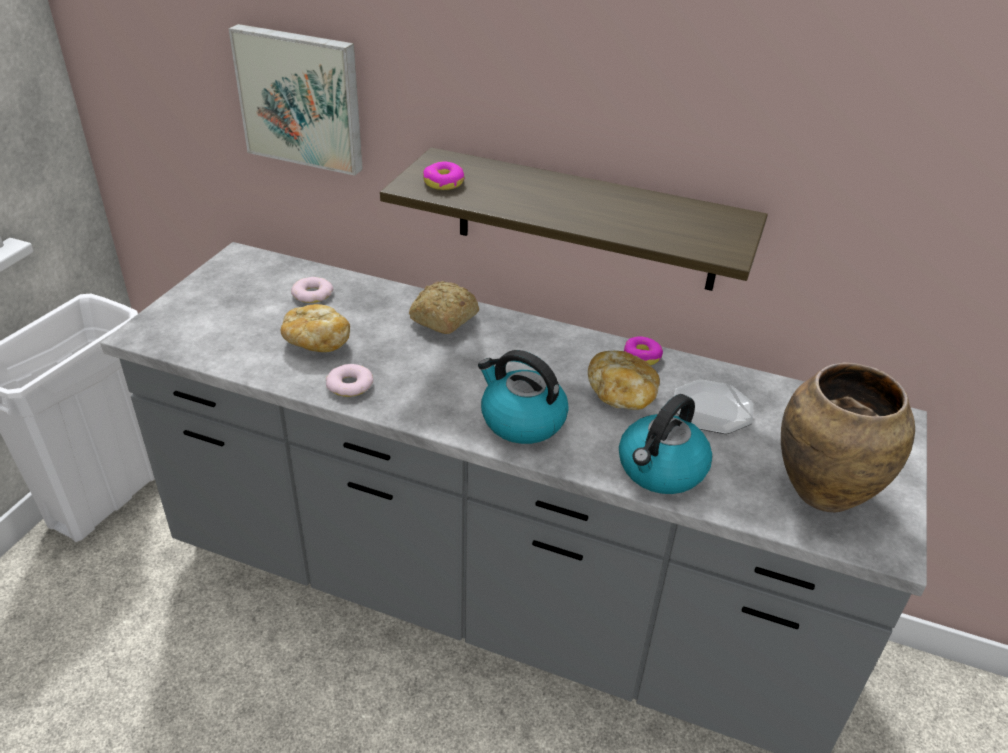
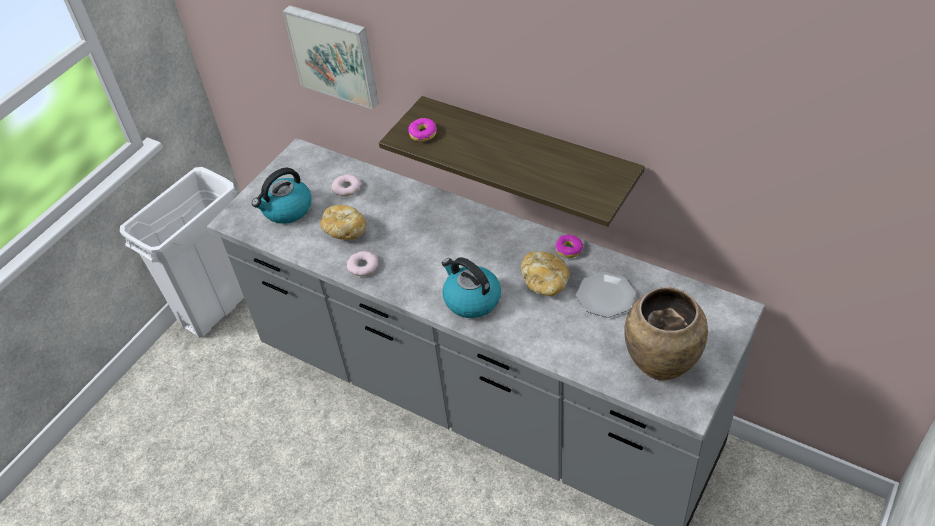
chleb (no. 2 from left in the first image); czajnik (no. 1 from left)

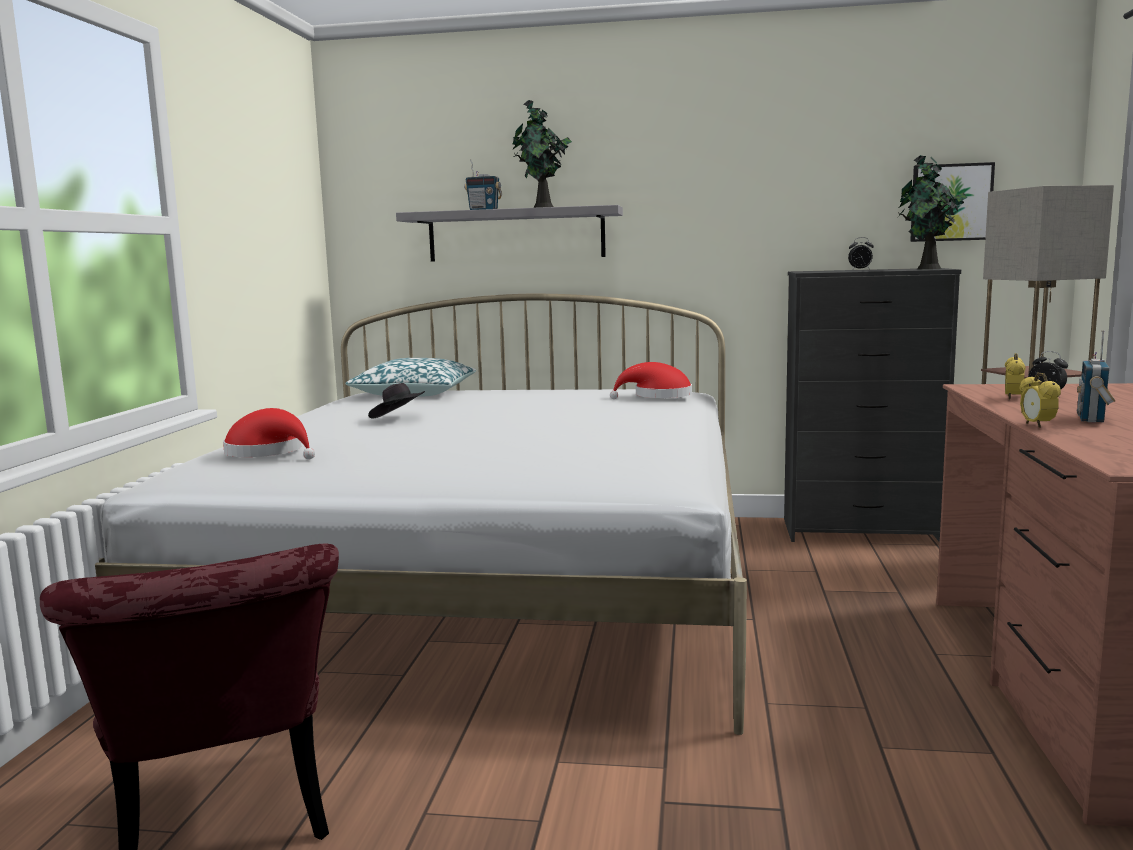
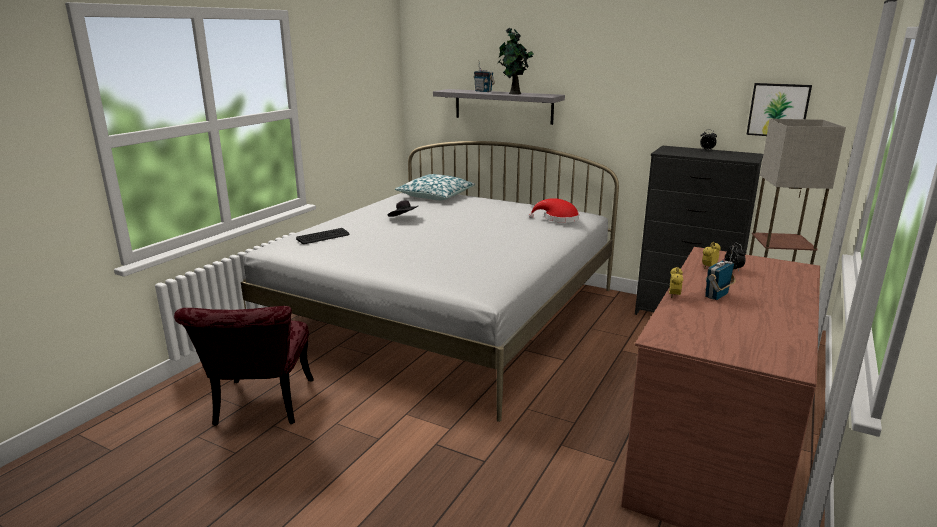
klawiatura; roślina doniczkowa (no. 2 from left in the first image)

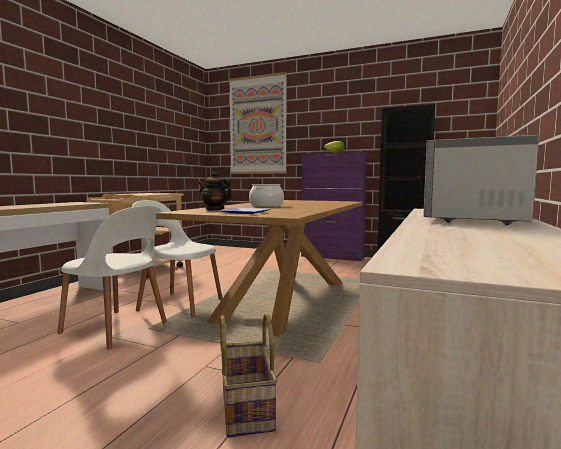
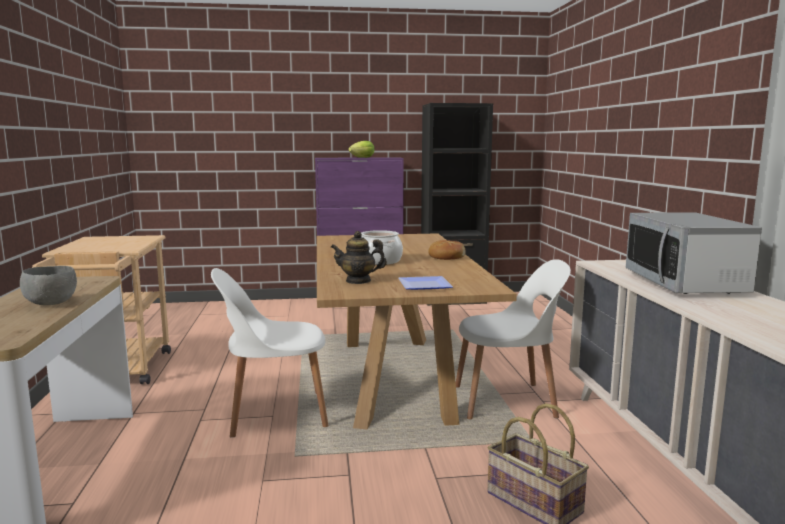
krzesło [biały] (no. 2 from left); obraz; miska [szary]; chleb

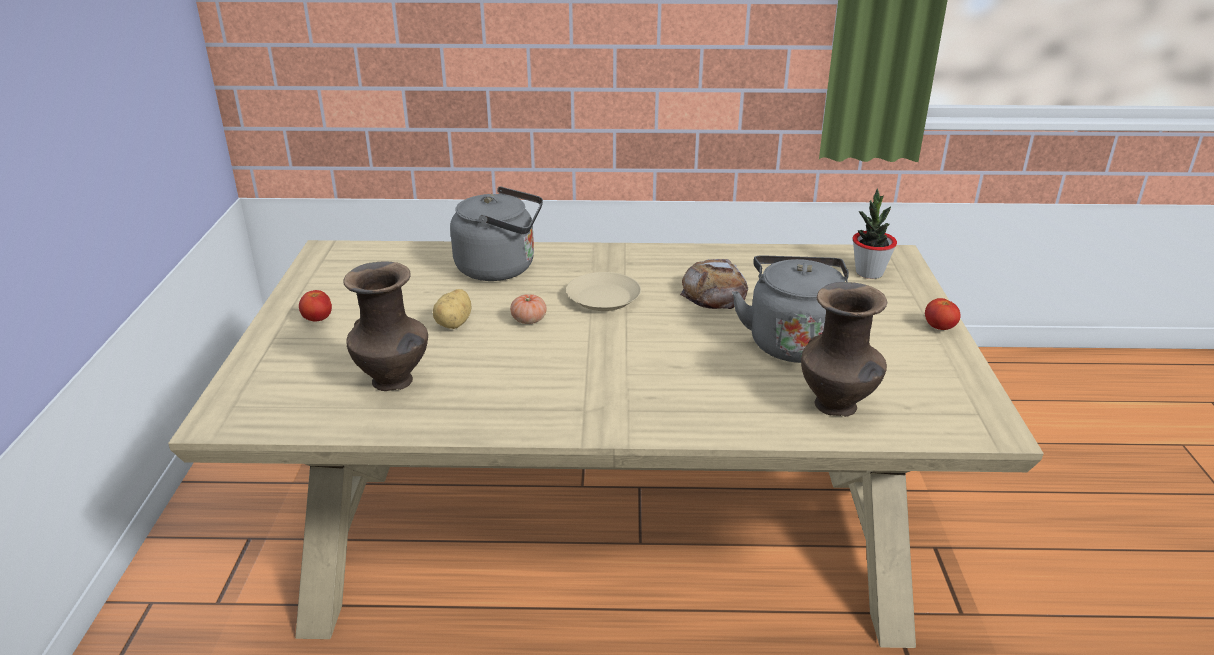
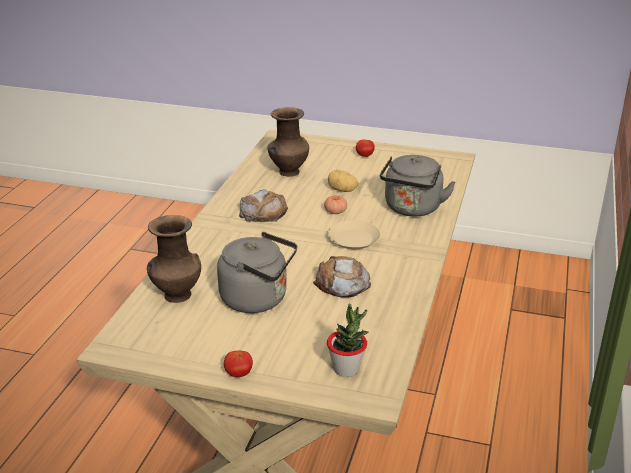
chleb (no. 1 from left)

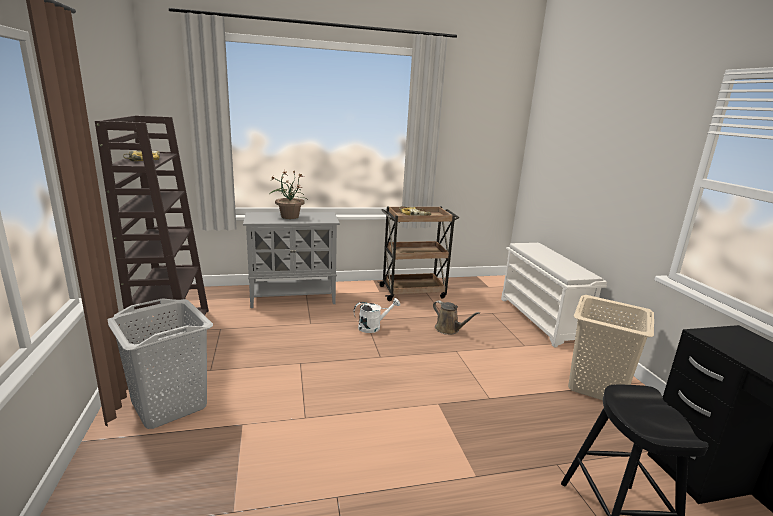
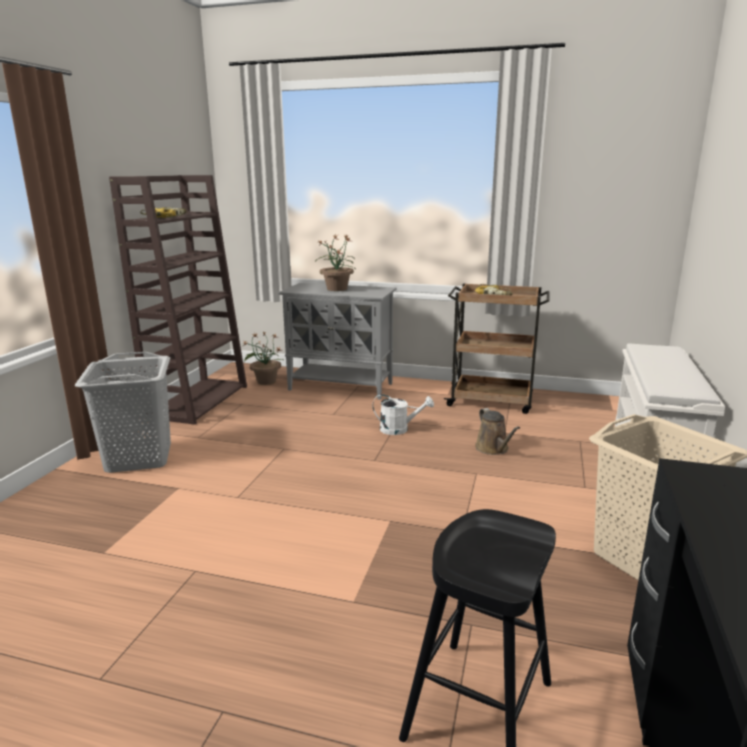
roślina doniczkowa (no. 1 from left)

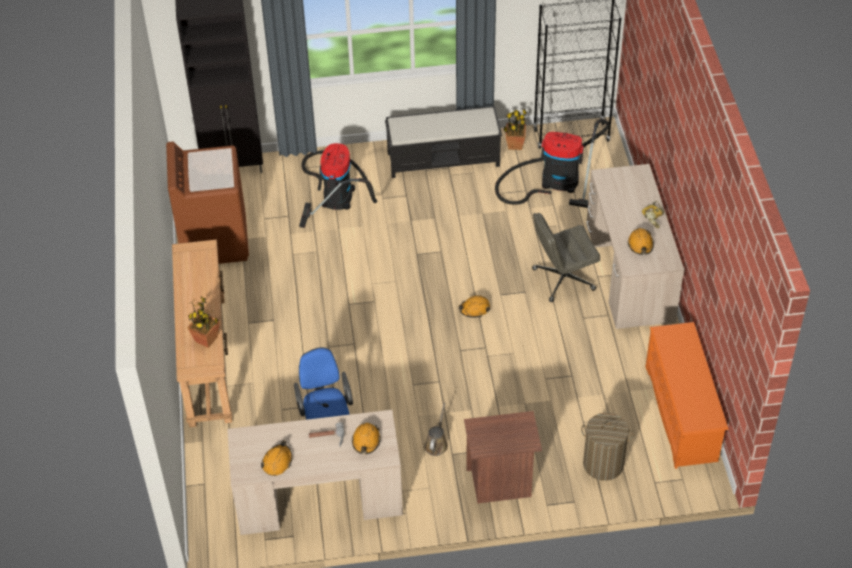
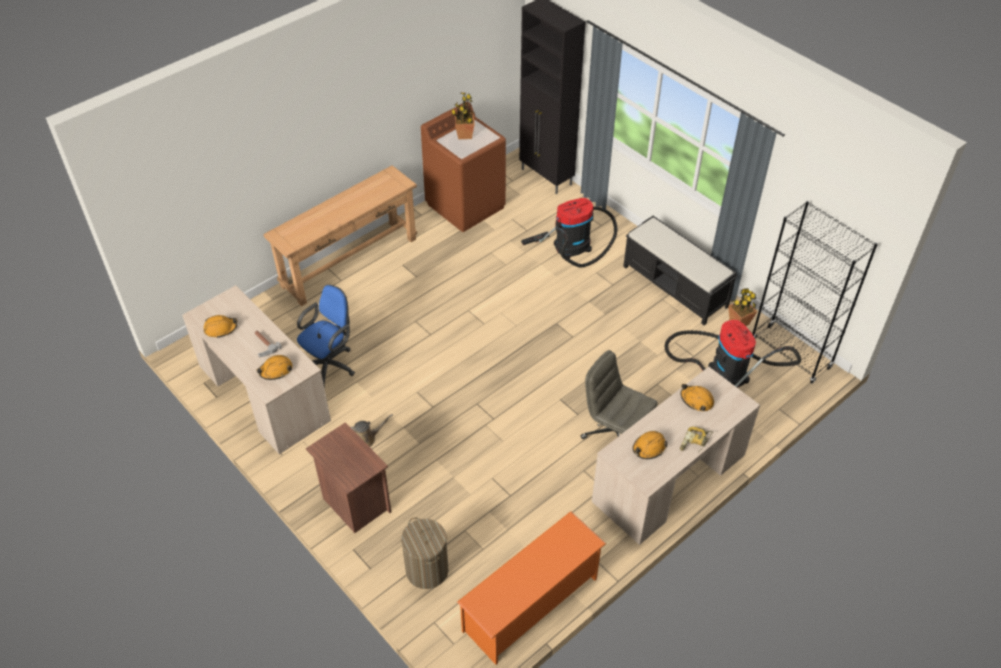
roślina doniczkowa (no. 1 from left); kask [pomarańczowy] (no. 4 from left)

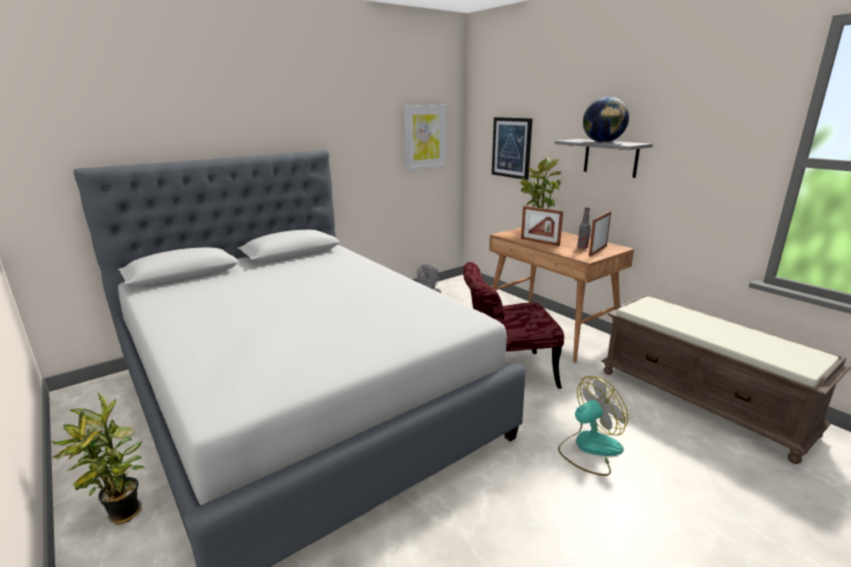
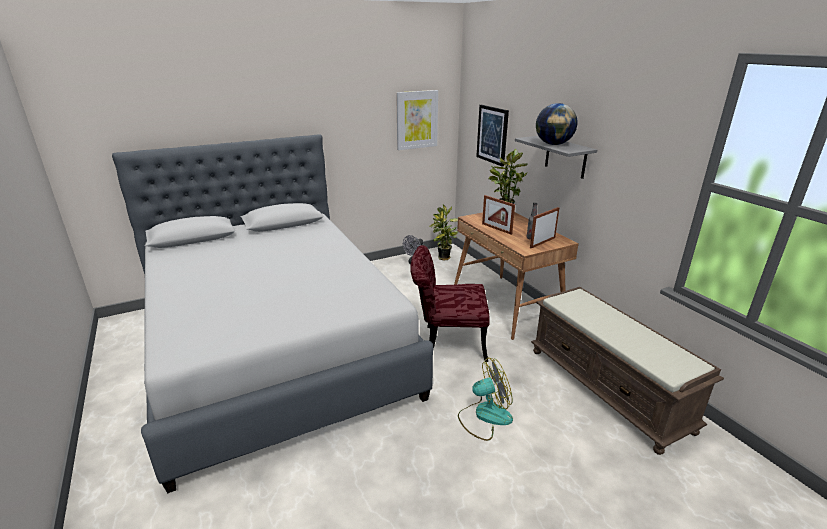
roślina doniczkowa (no. 1 from left)

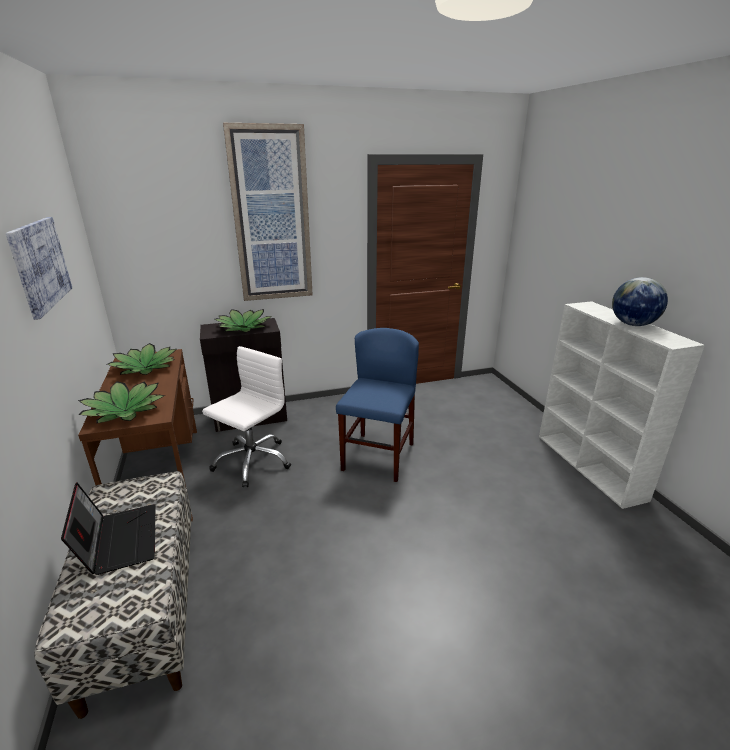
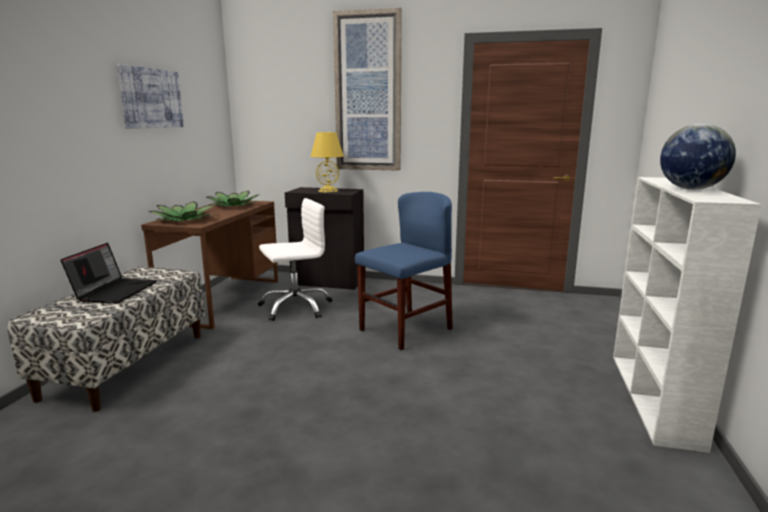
lampa stołowa [żółty]

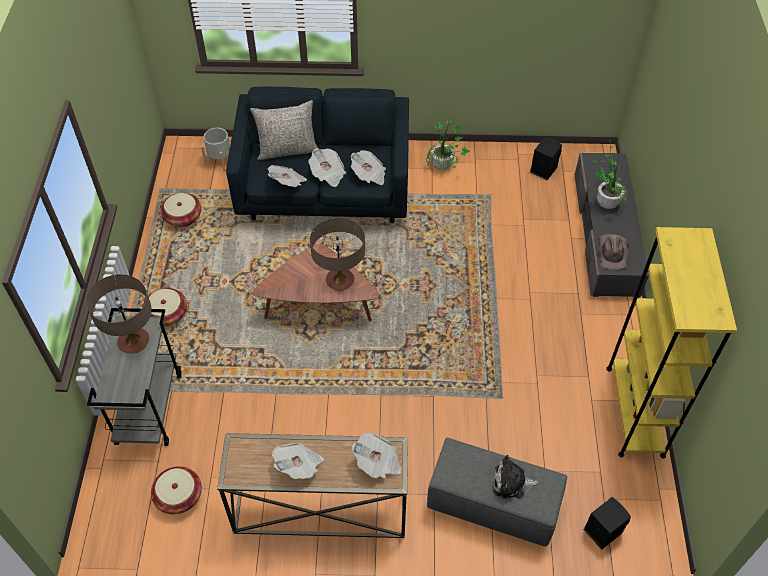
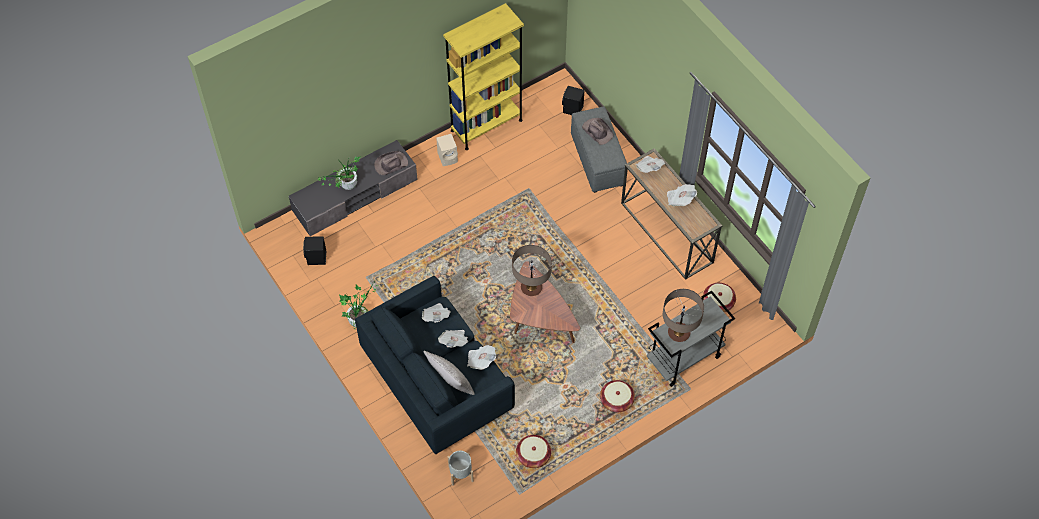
kapelusz [brązowy] (no. 2 from left); głośnik [beżowy]

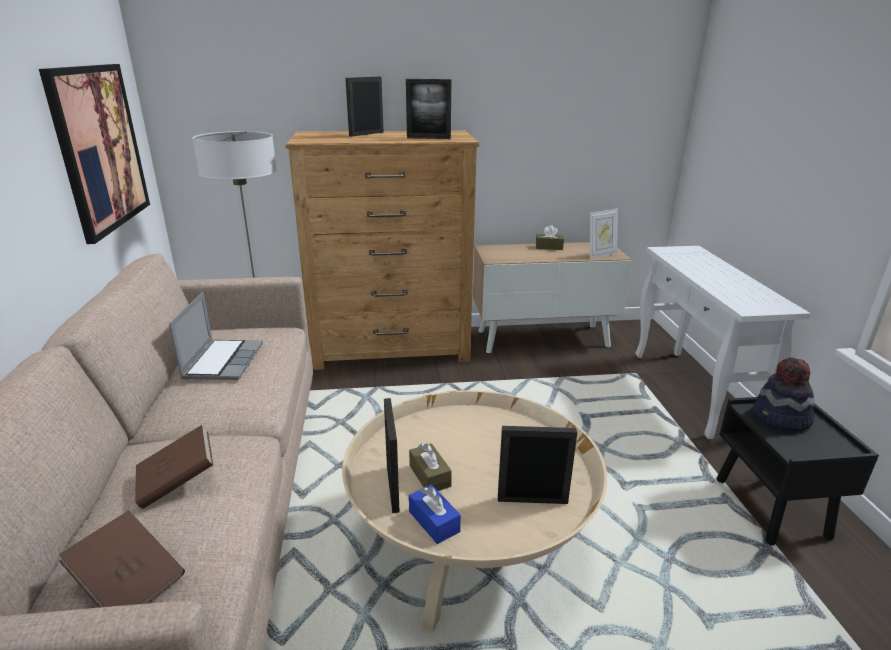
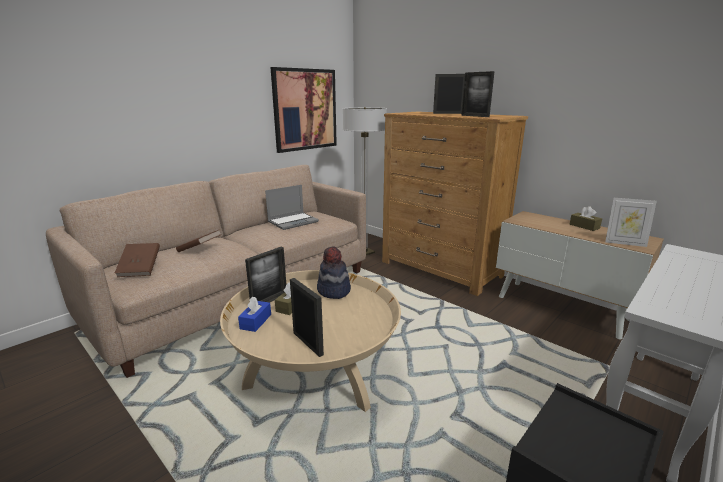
kapelusz

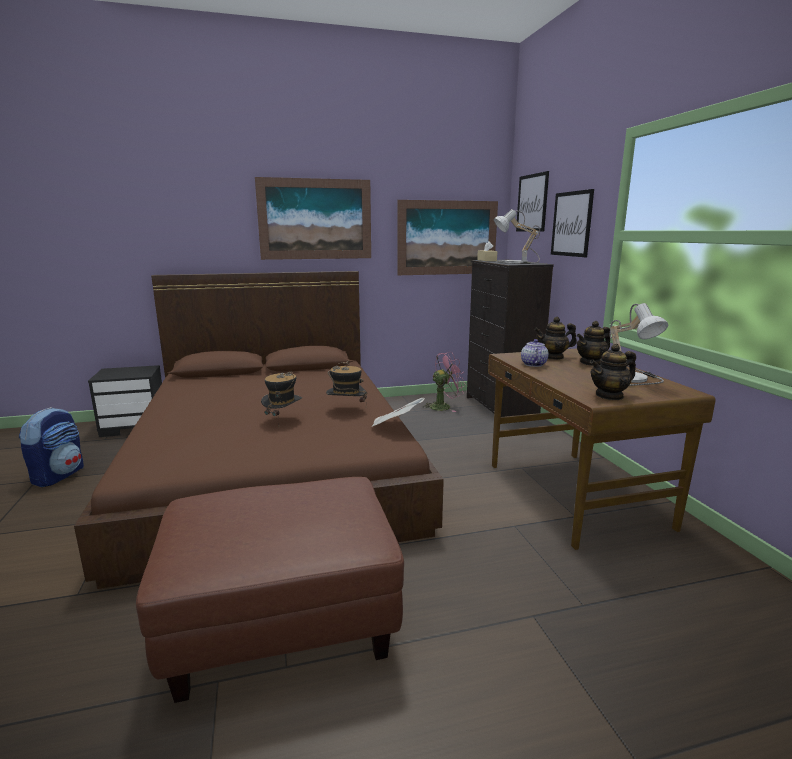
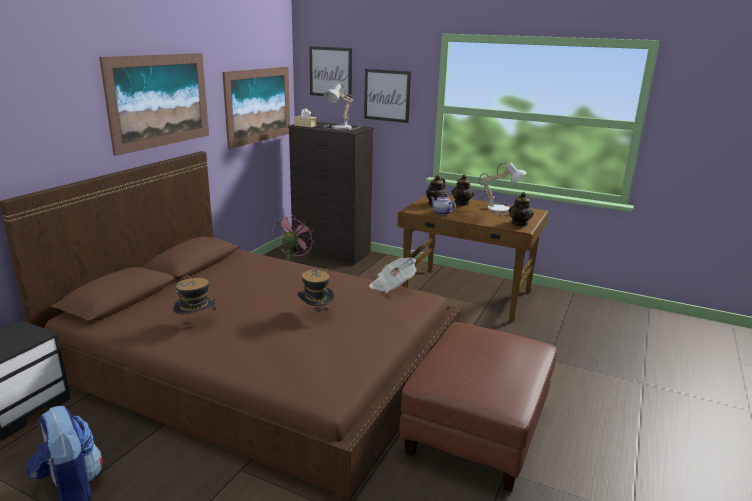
kapelusz (no. 1 from left)

